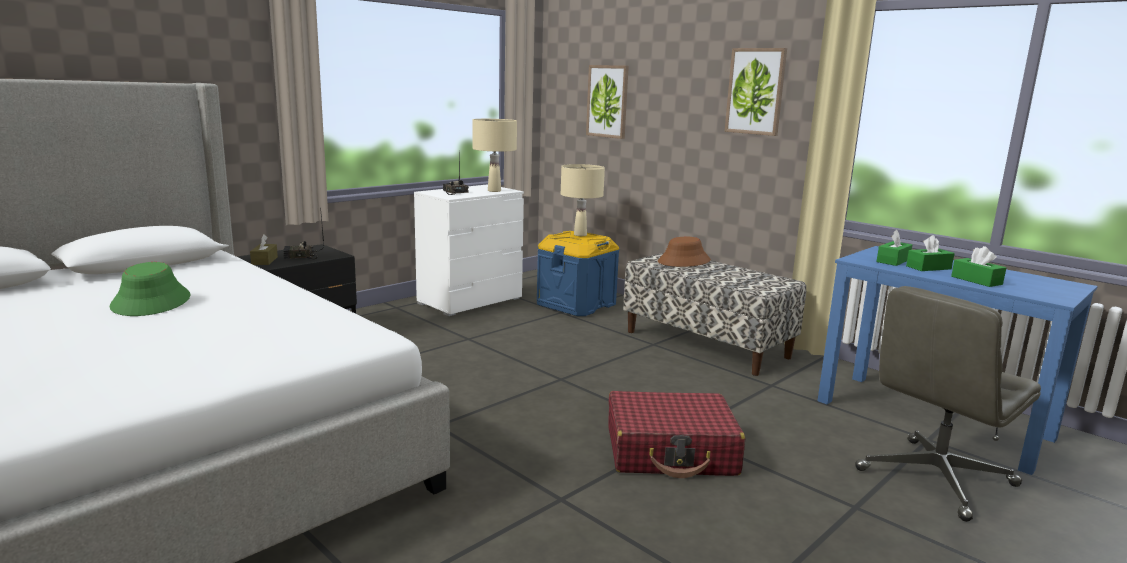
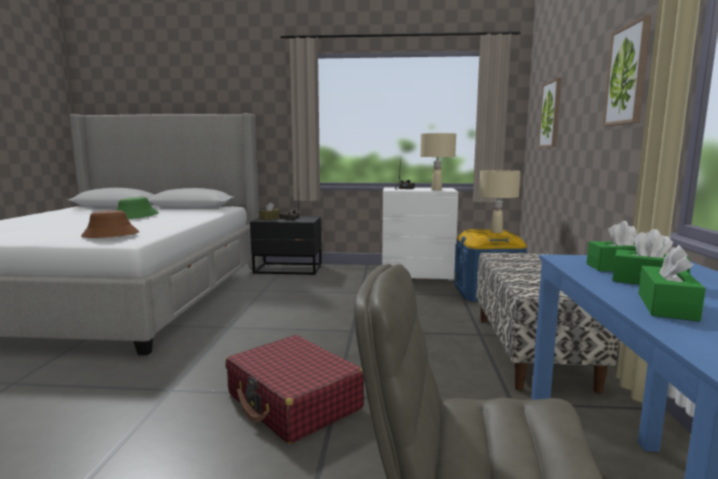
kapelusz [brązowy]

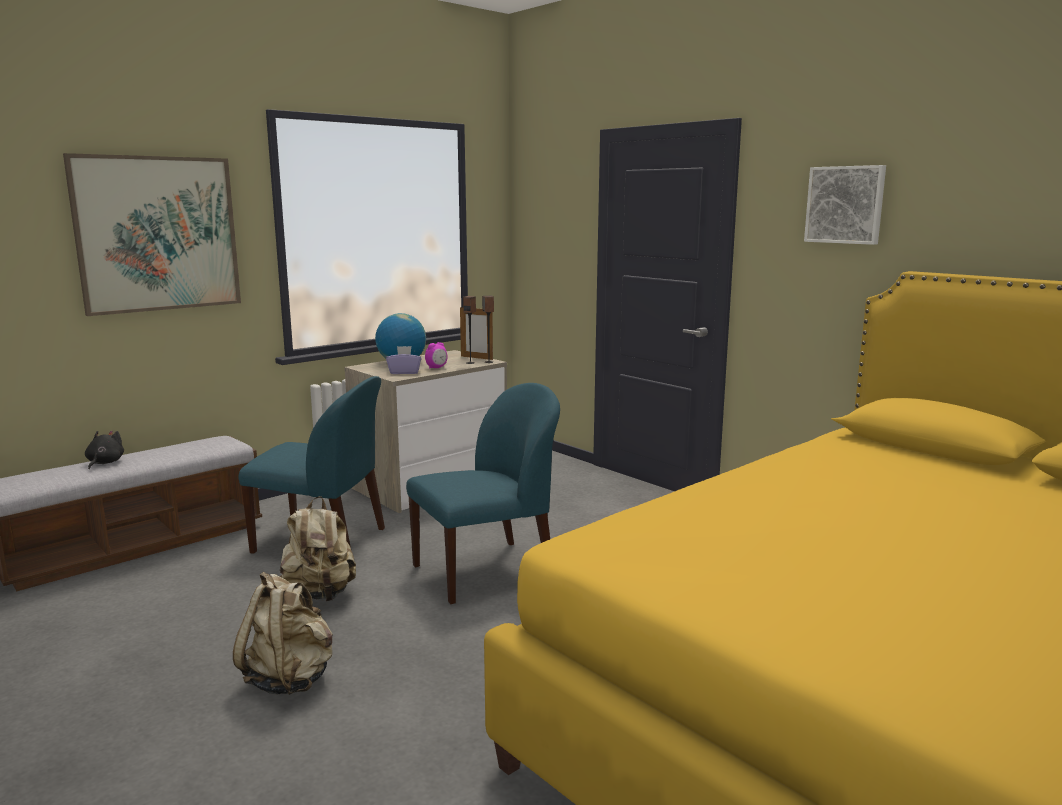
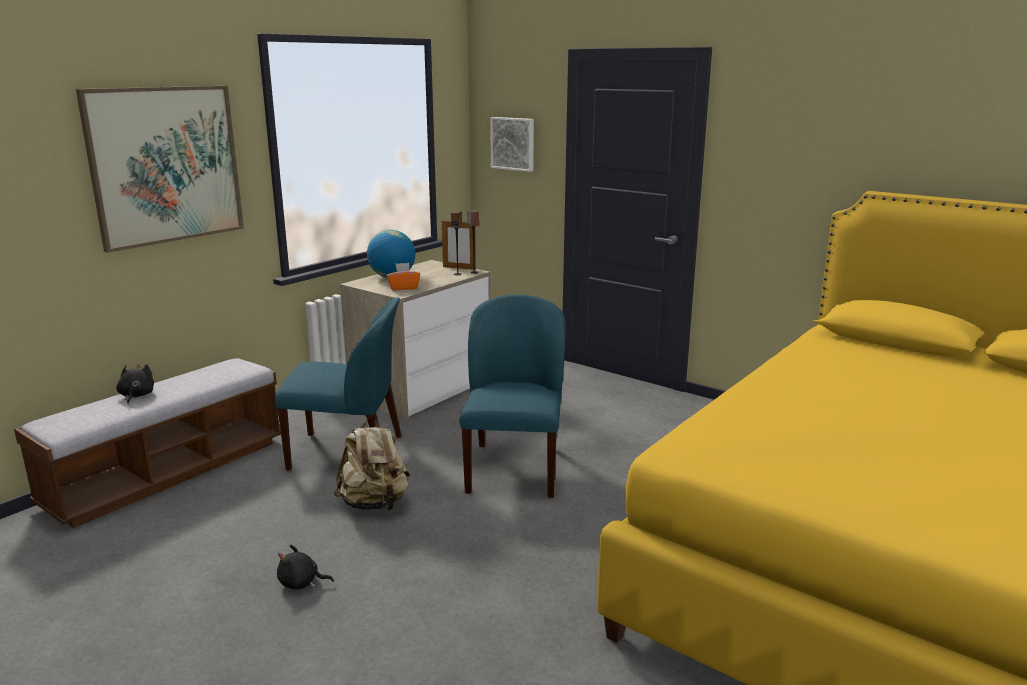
plecak [beżowy] (no. 1 from left in the first image); pudełko chusteczek [pomarańczowy]; krzesło [niebieski] (no. 2 from left); budzik; obraz (no. 2 from left); pluszak [czarny] (no. 2 from left)

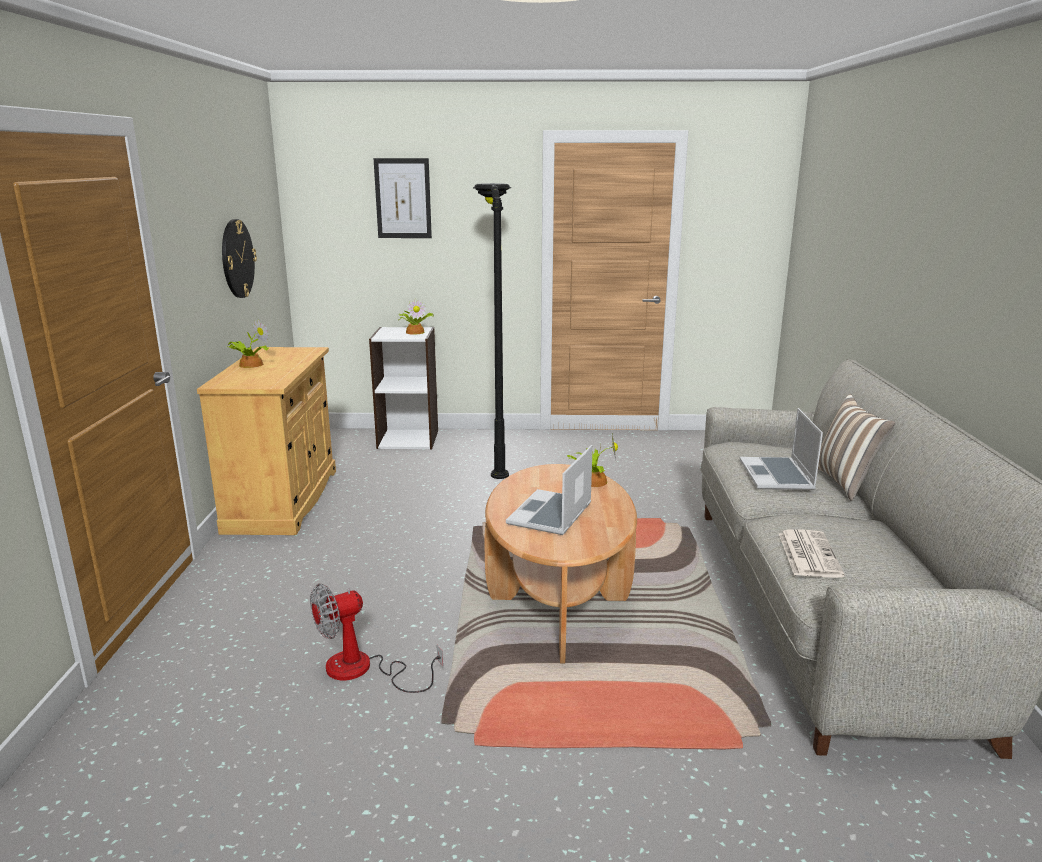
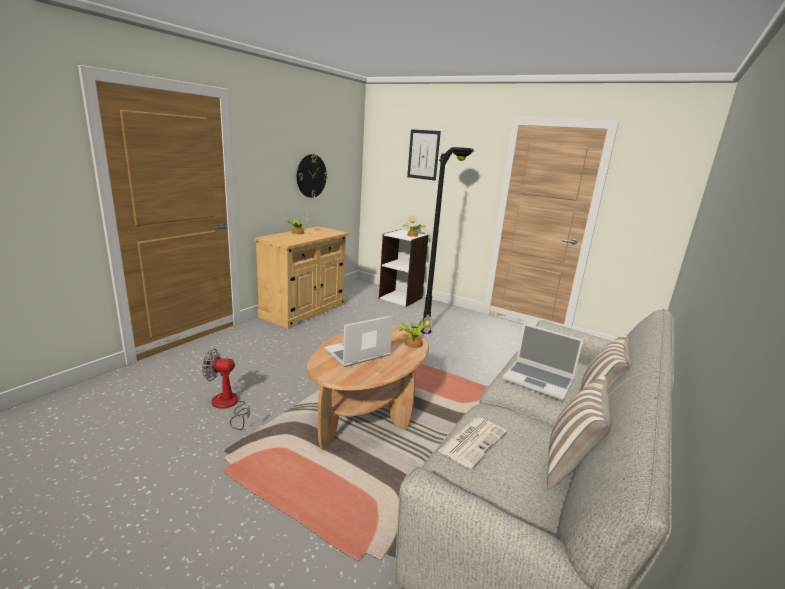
laptop (no. 2 from left); poduszka (no. 1 from left)

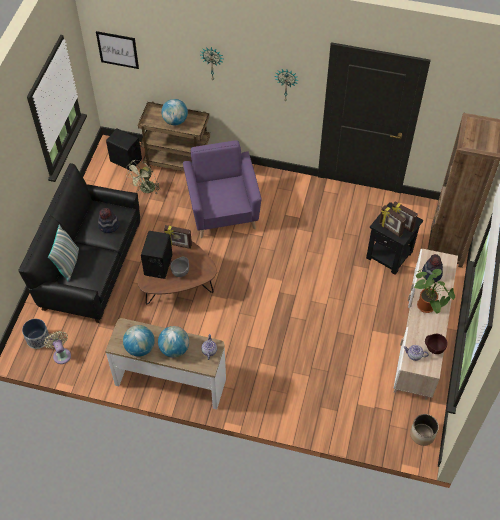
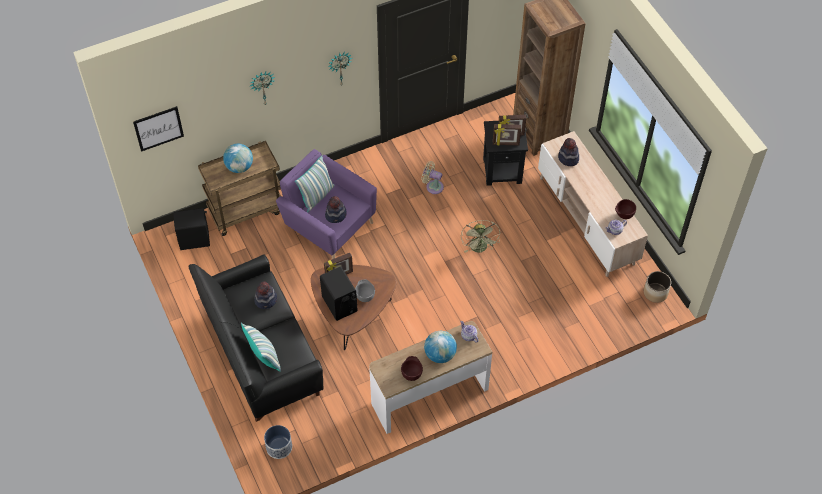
wentylator [beżowy]; miska [brązowy] (no. 1 from left); wentylator [zielony]; roślina doniczkowa; poduszka (no. 2 from left); kapelusz (no. 2 from left)

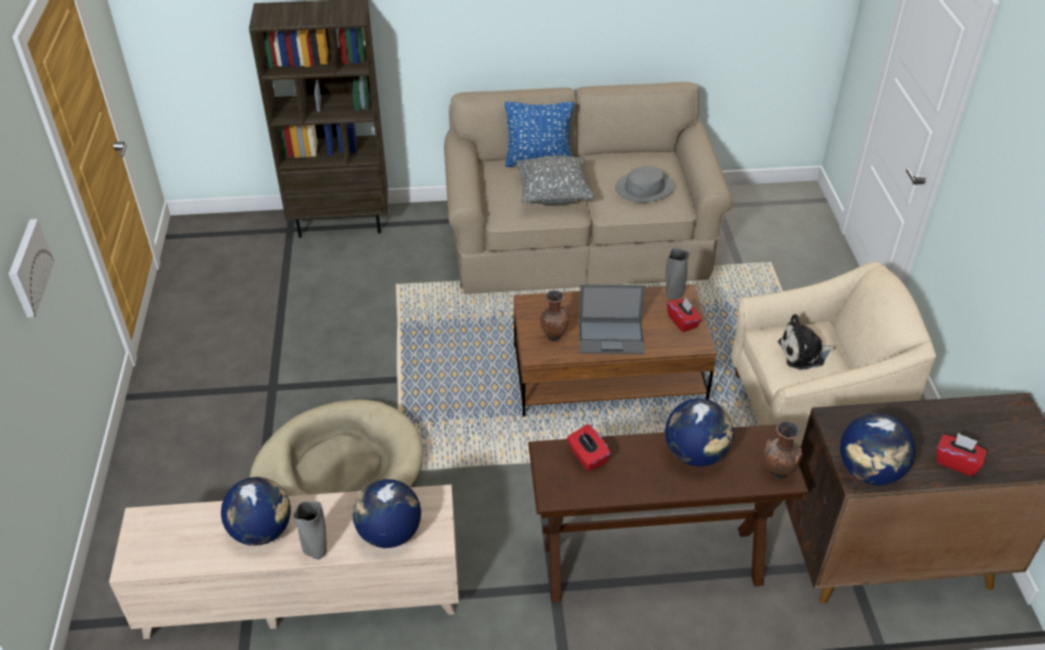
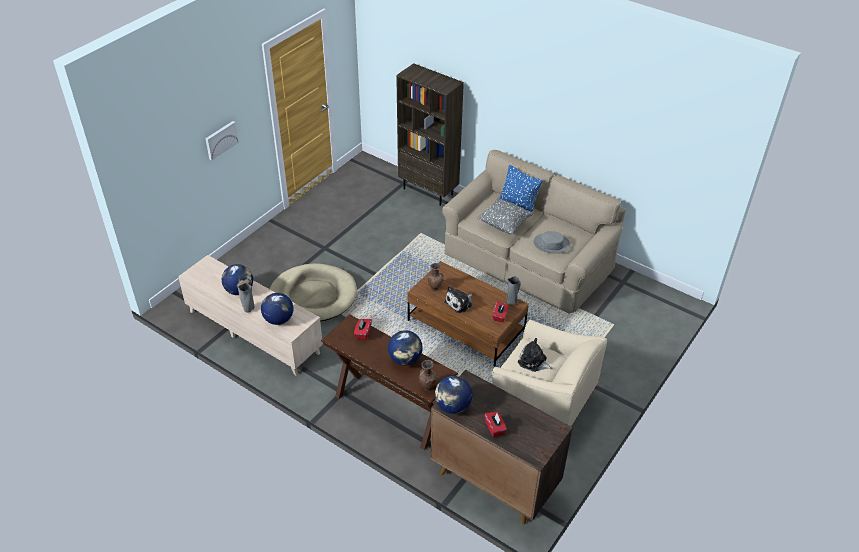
pluszak (no. 1 from left)

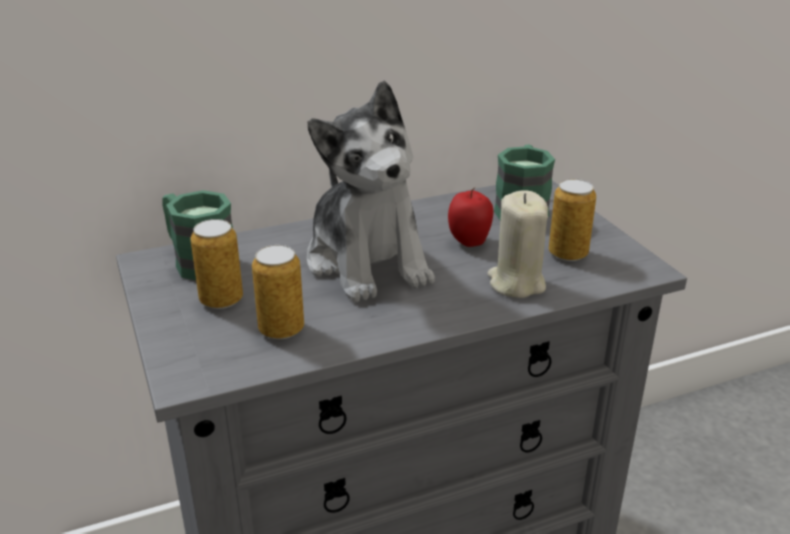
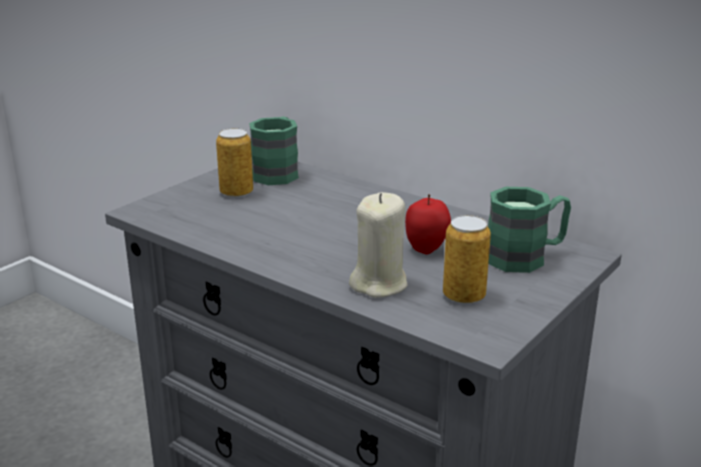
puszka (no. 2 from left in the first image); pluszak

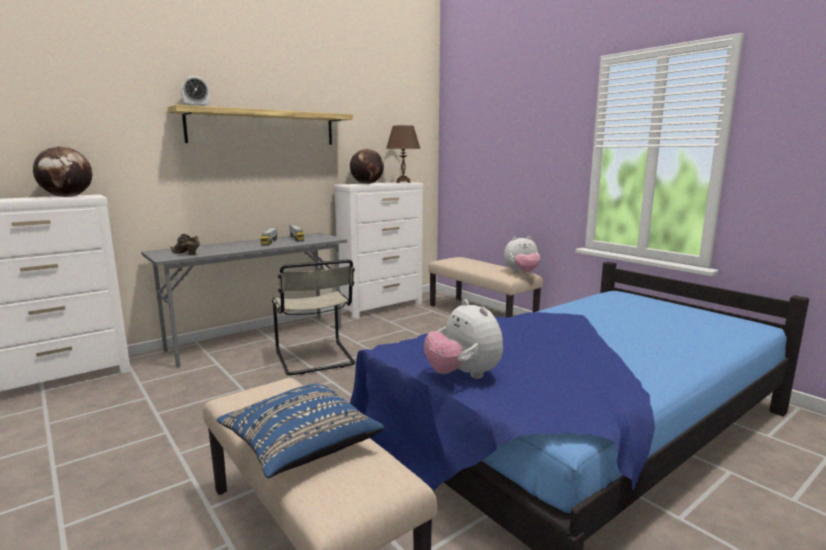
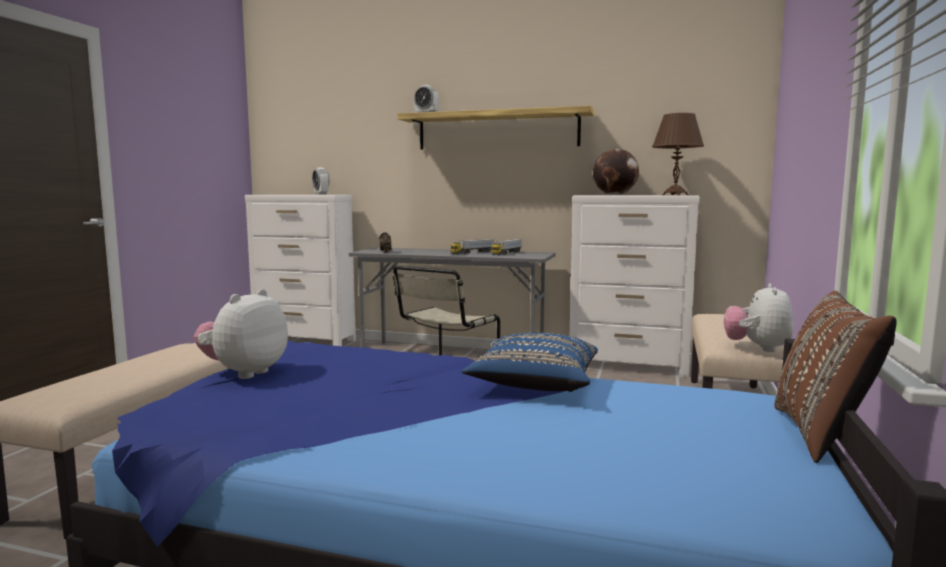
budzik (no. 1 from left); poduszka [niebieski]; pluszak (no. 2 from left); poduszka [brązowy]

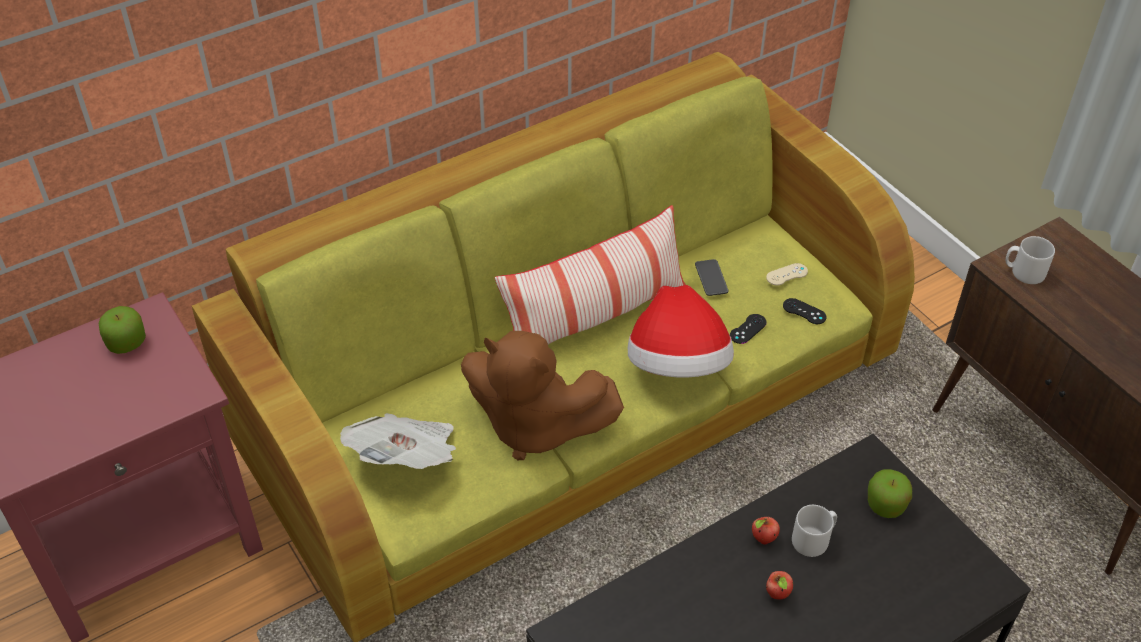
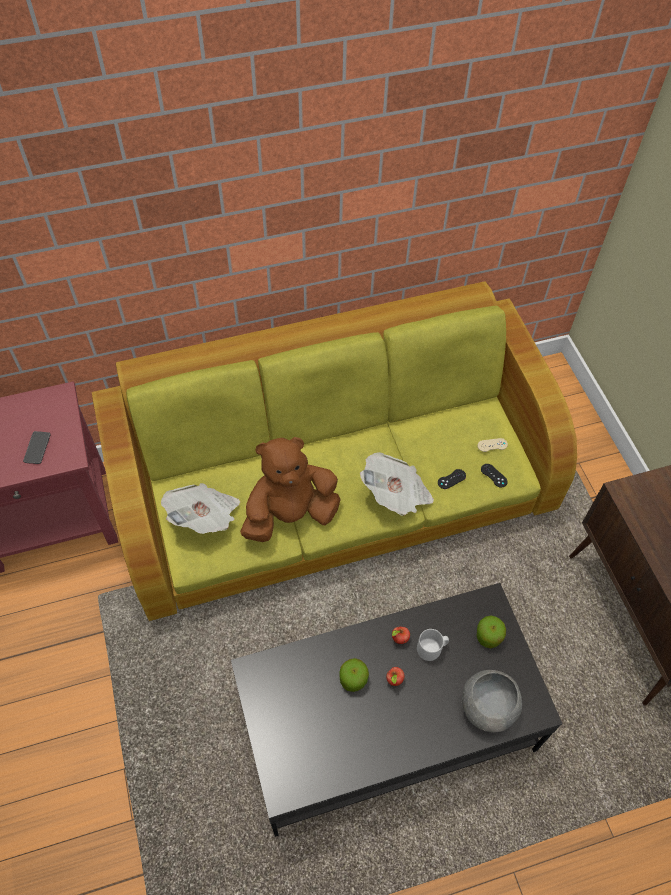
jabłko (no. 1 from left); pluszak [brązowy]; poduszka; gazeta (no. 2 from left); telefon; kubek [szary] (no. 2 from left in the first image); miska [szary]

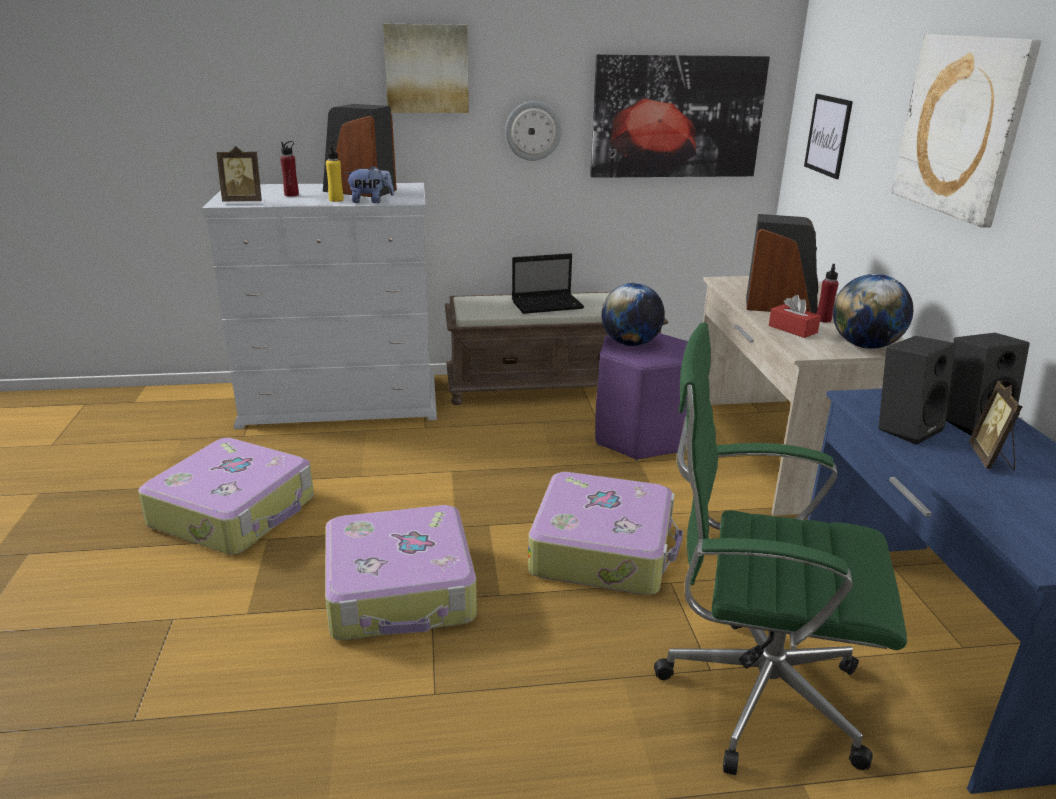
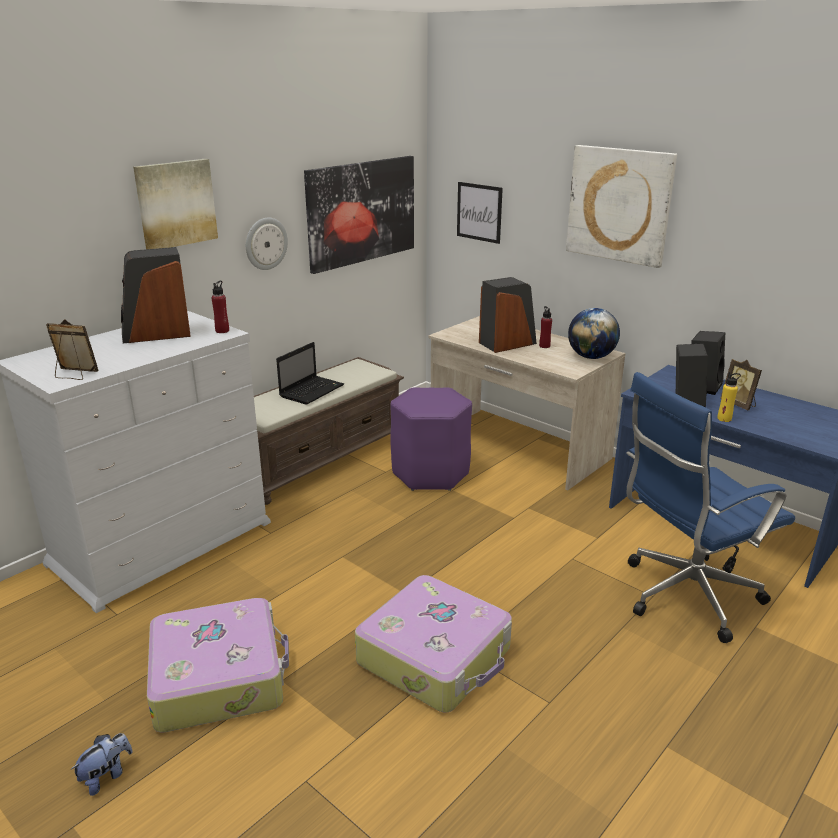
ramka na zdjęcie (no. 1 from left); butelka [czerwony] (no. 1 from left); butelka [żółty]; pluszak; walizka (no. 3 from left in the first image); globus (no. 1 from left in the first image); krzesło biurowe [niebieski]; pudełko chusteczek [czerwony]

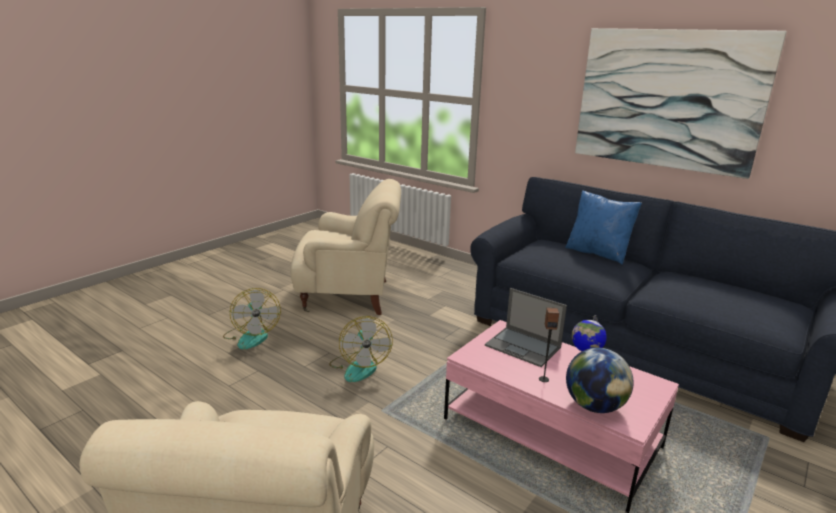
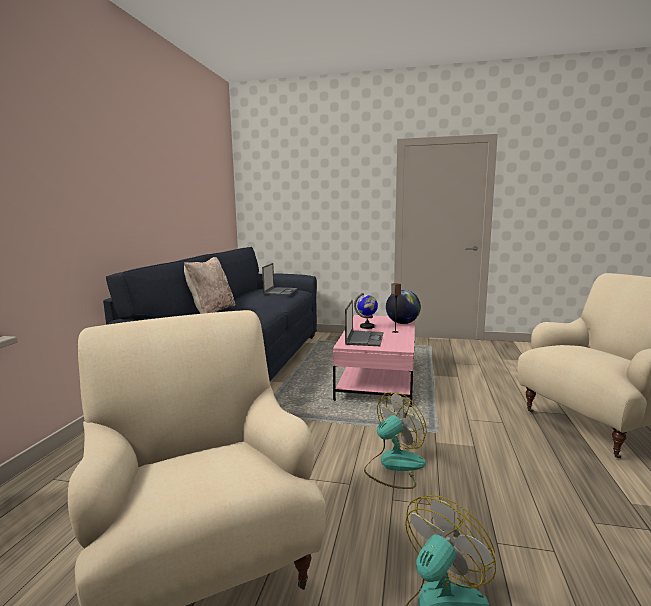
poduszka [beżowy]; obraz; laptop (no. 1 from left)

